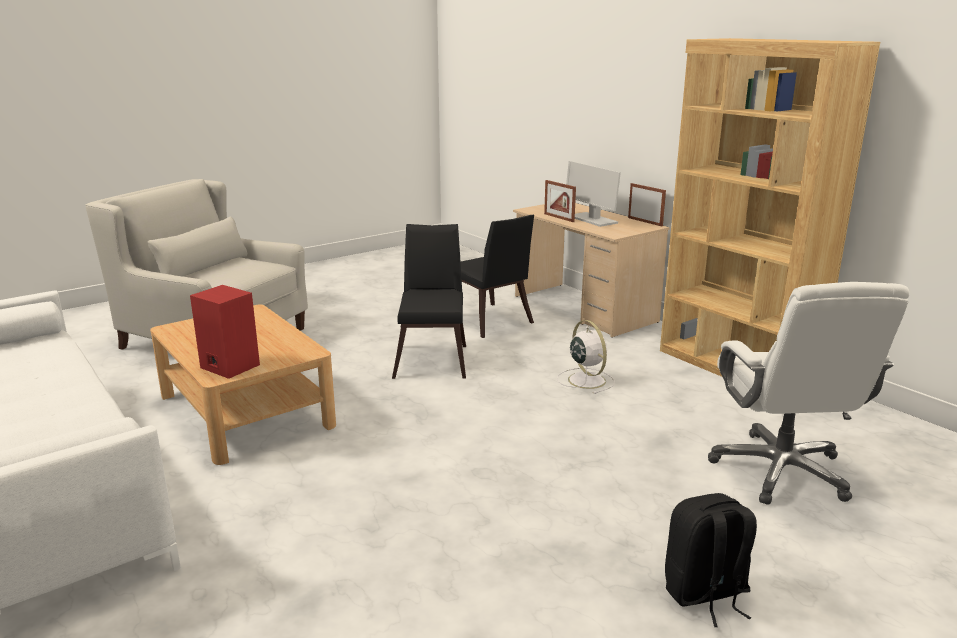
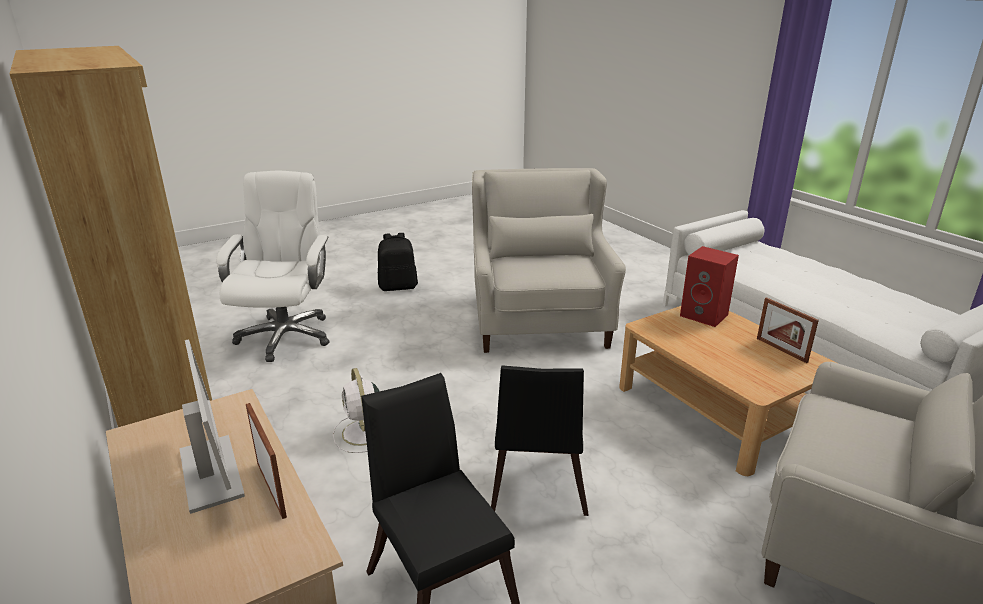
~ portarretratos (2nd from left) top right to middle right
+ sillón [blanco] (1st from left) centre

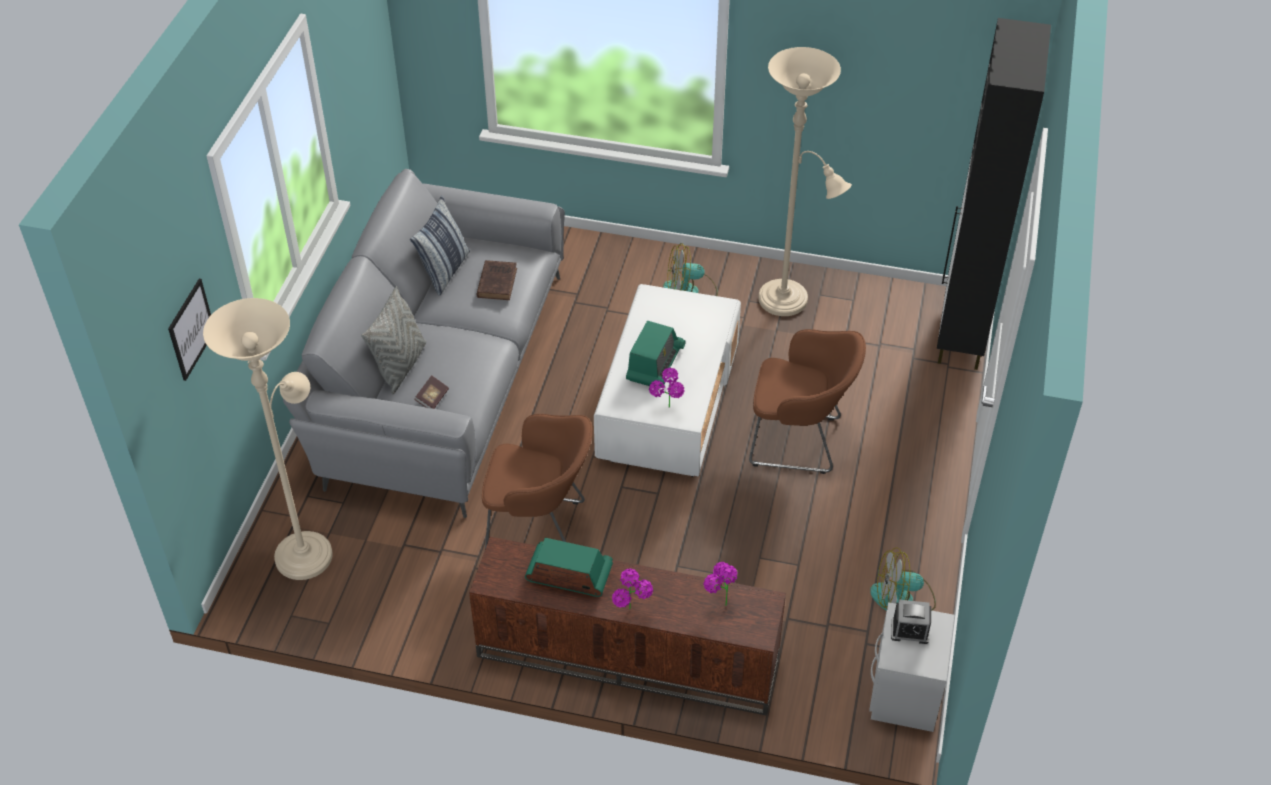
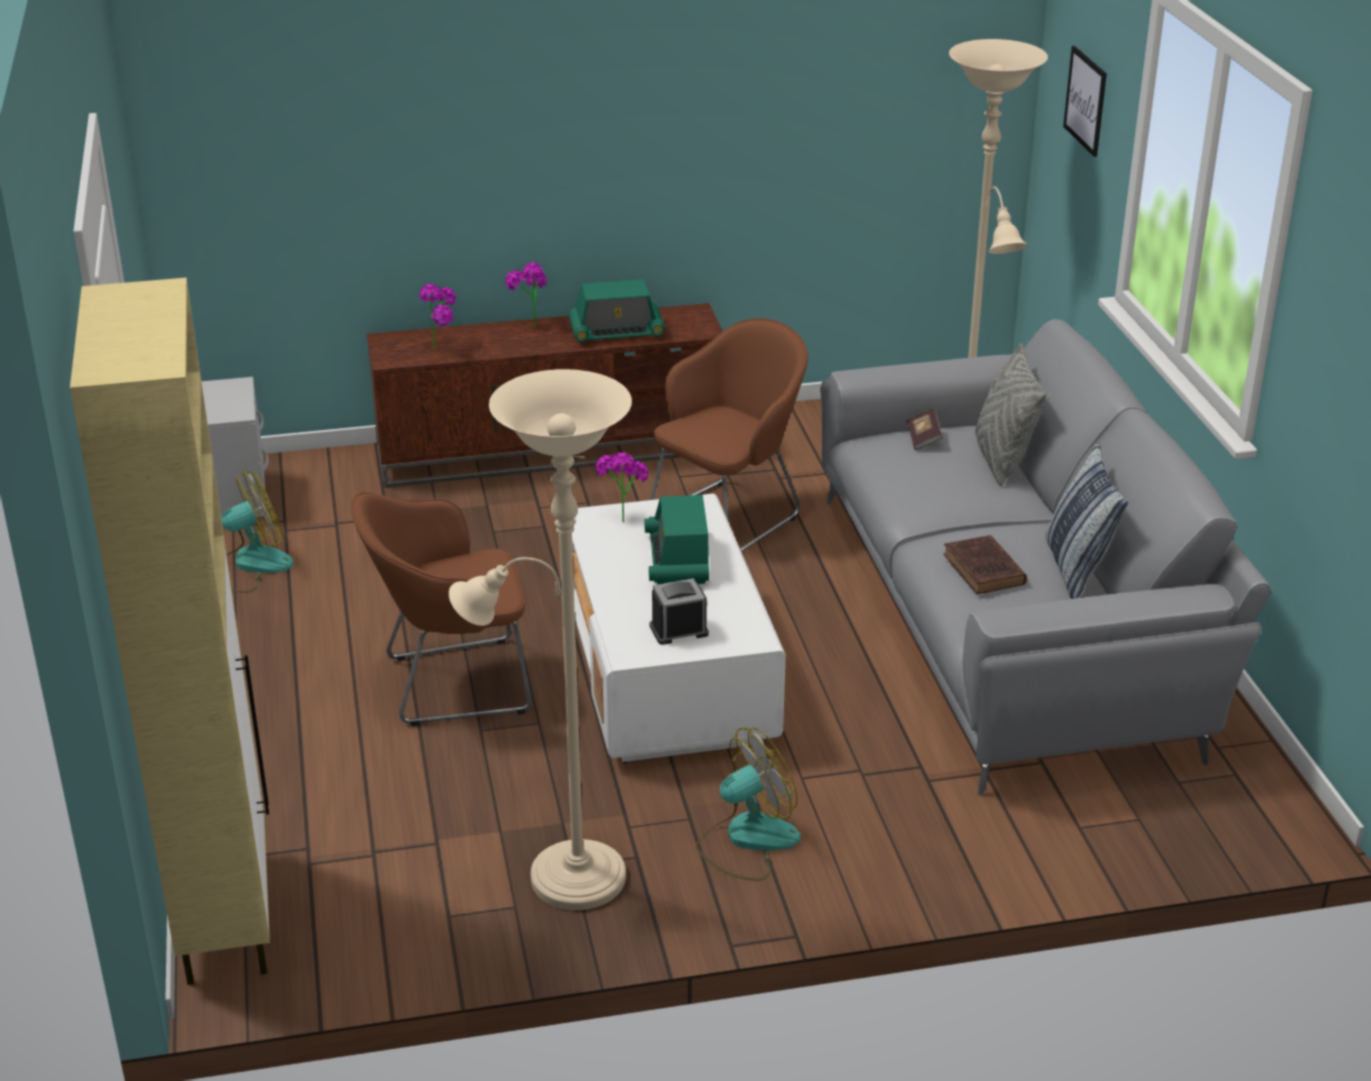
~ sillón [marrón] (1st from left in the first image) centre = centre 150 degrees clockwise
~ despertador bottom right to centre
~ armario [negro] top right to armario [beis] middle left

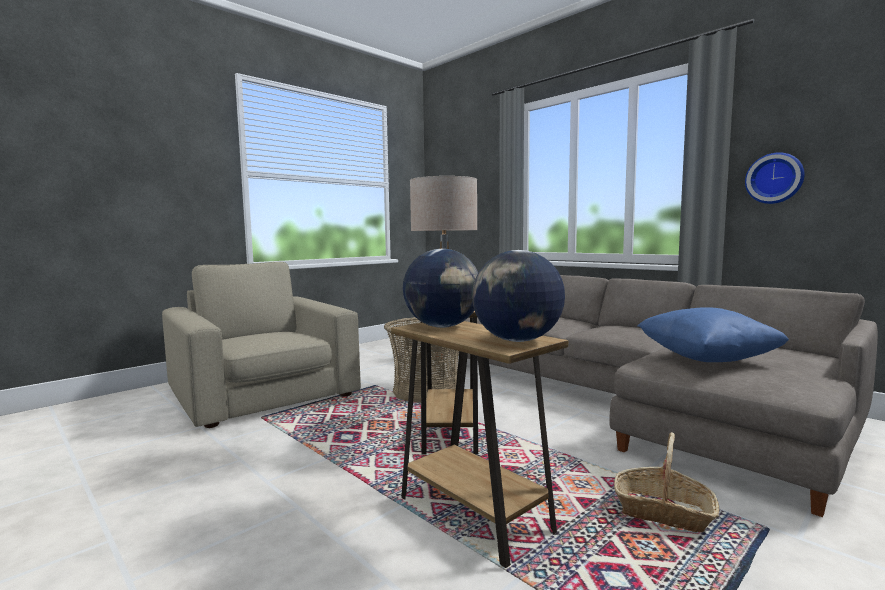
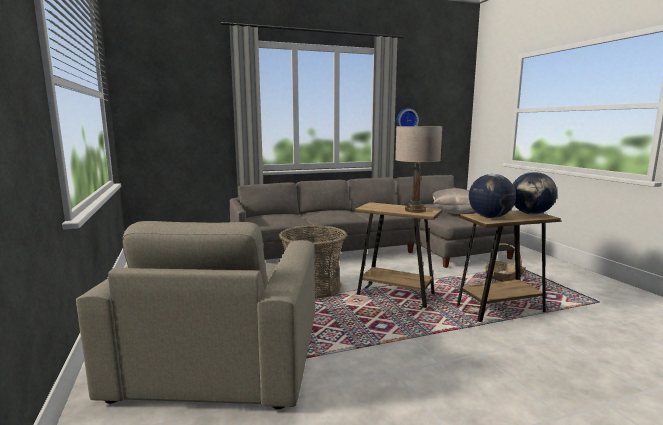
~ sillón [beis] middle left = bottom left 75 degrees counterclockwise
~ cojín [azul] middle right to cojín [beis] middle right

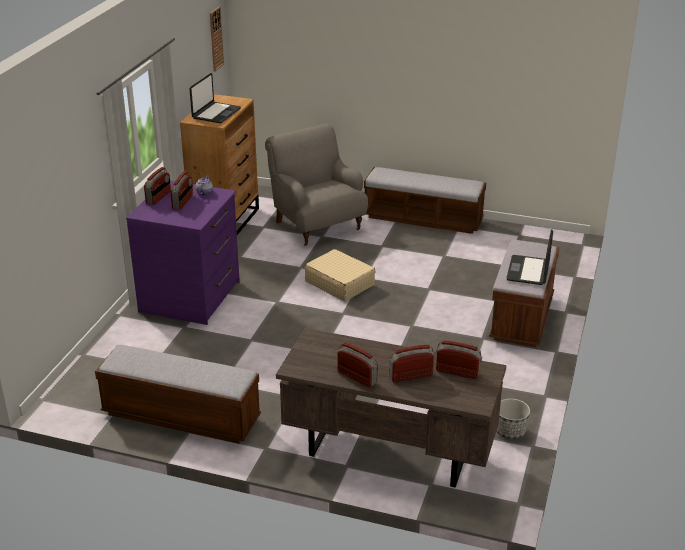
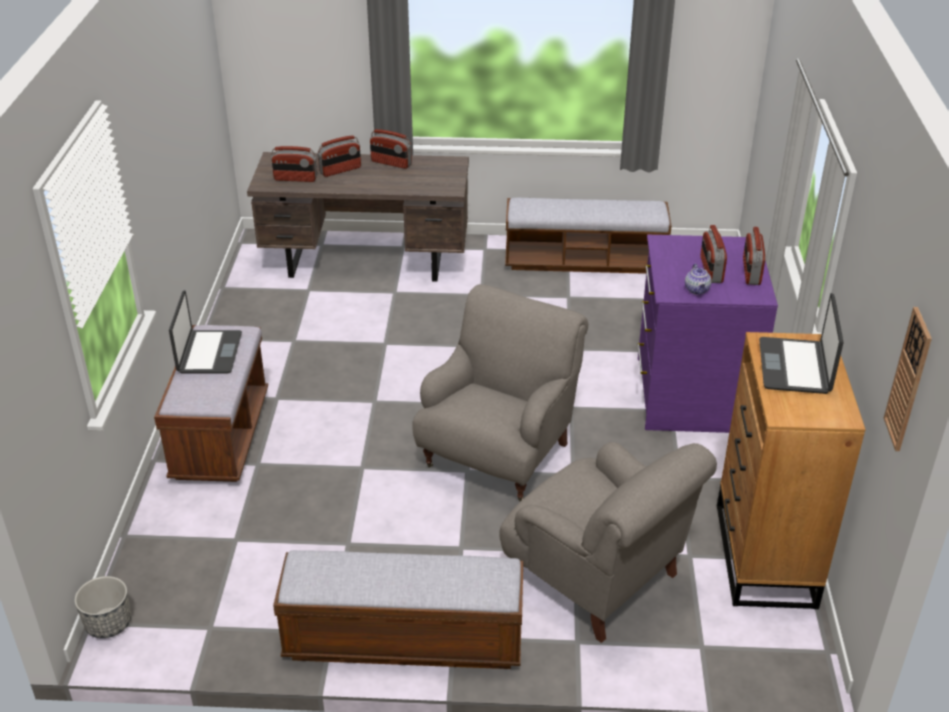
~ maleta [beis] centre to sillón [gris] (1st from left) centre
~ maceta bottom right to bottom left

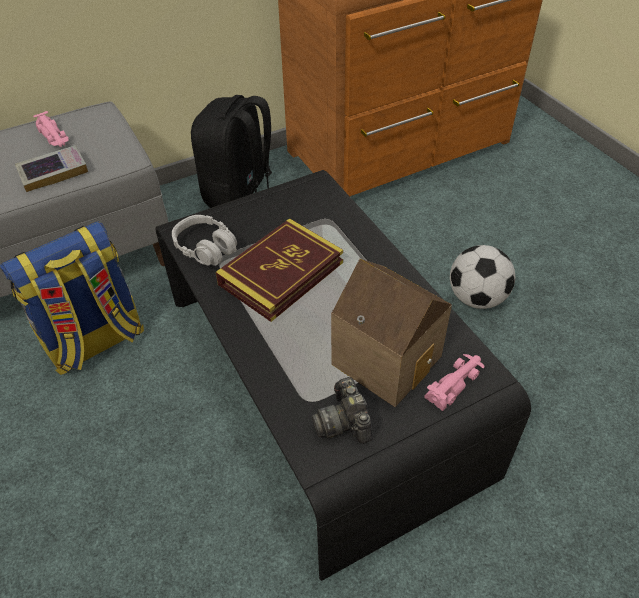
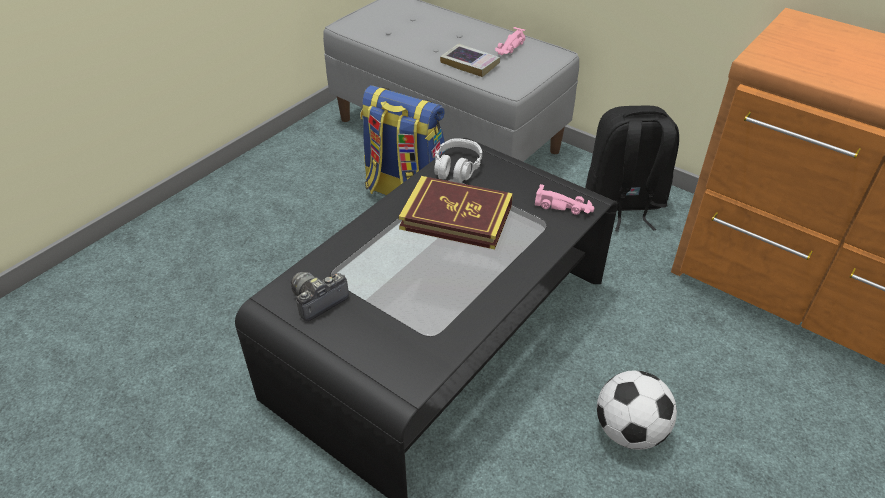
- casita centre
~ coche de juguete [rosa] (2nd from left) middle right to centre

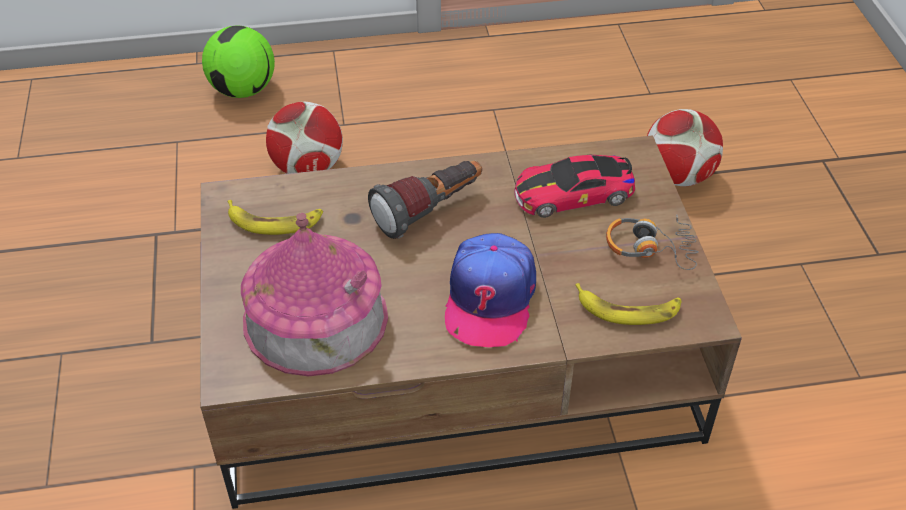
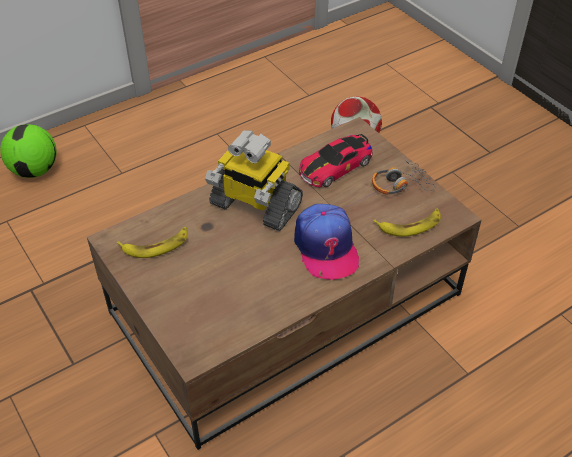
- casita centre
- balón de fútbol (2nd from left) top centre
~ linterna centre to robot de juguete centre

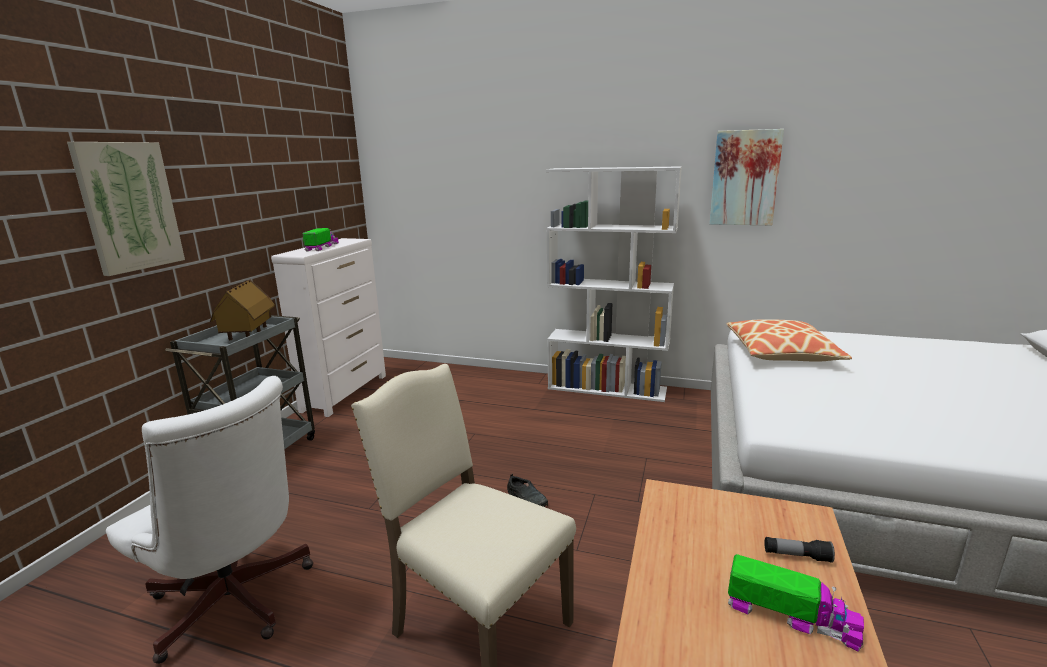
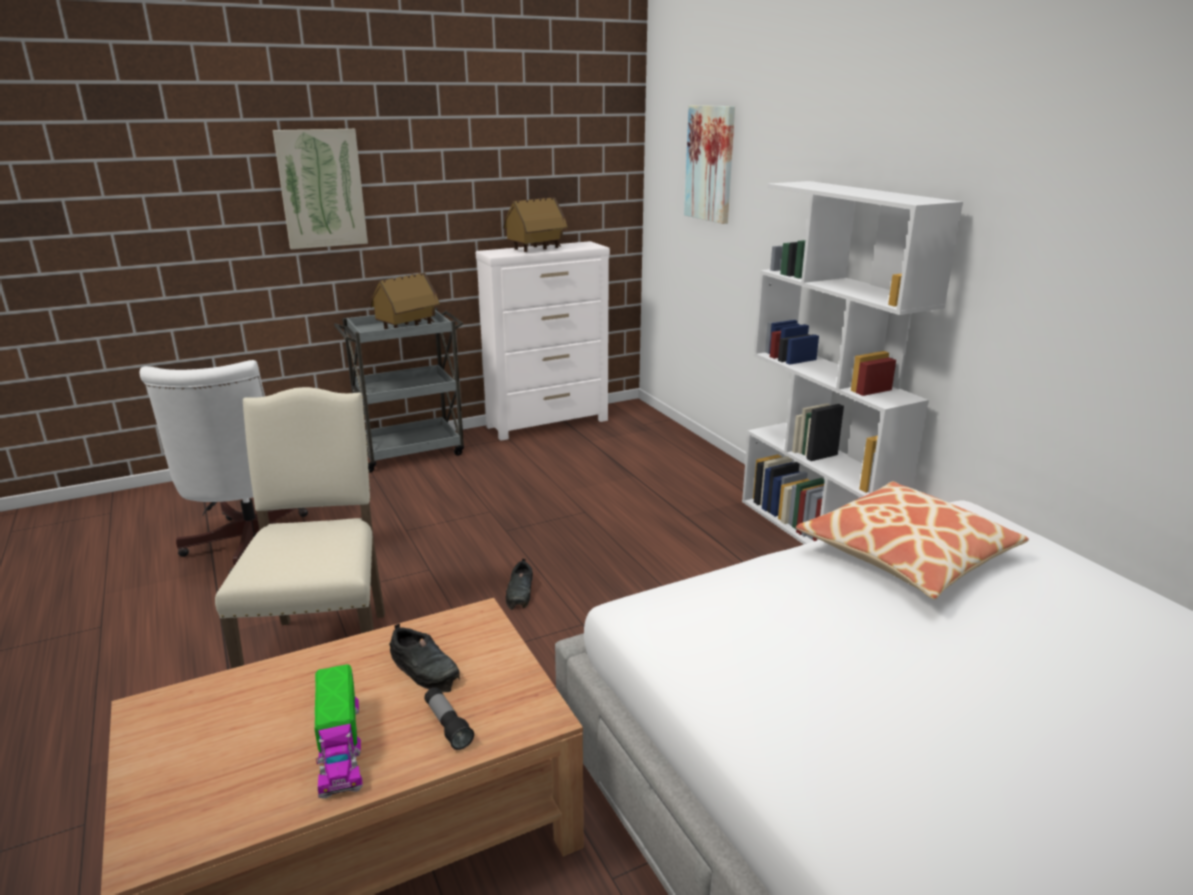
~ camión de juguete (1st from left) middle left to casita (2nd from left) top centre
~ cuadro (2nd from left) top right to top centre
+ zapato [negro] (1st from left) bottom centre

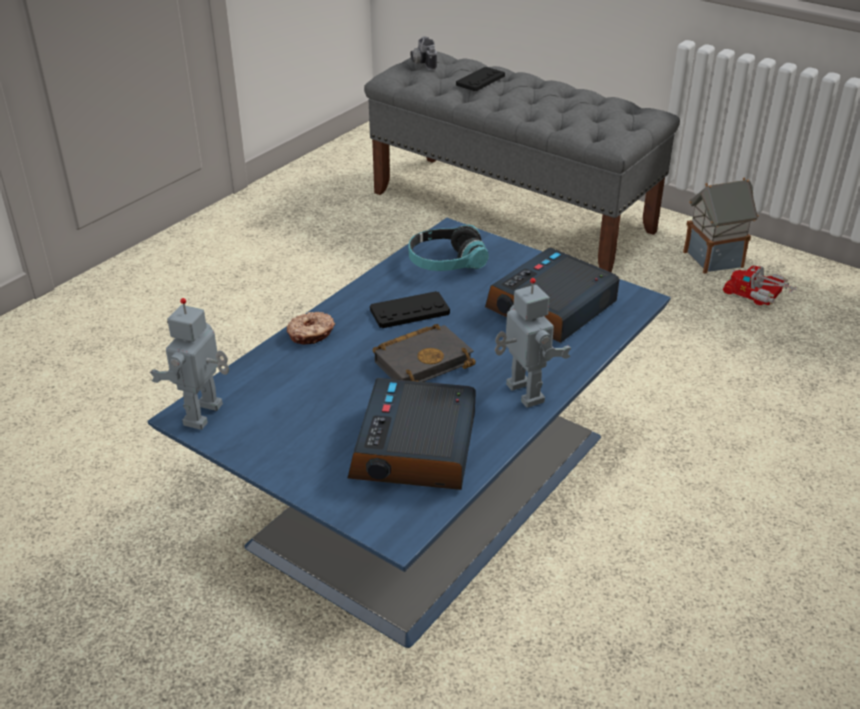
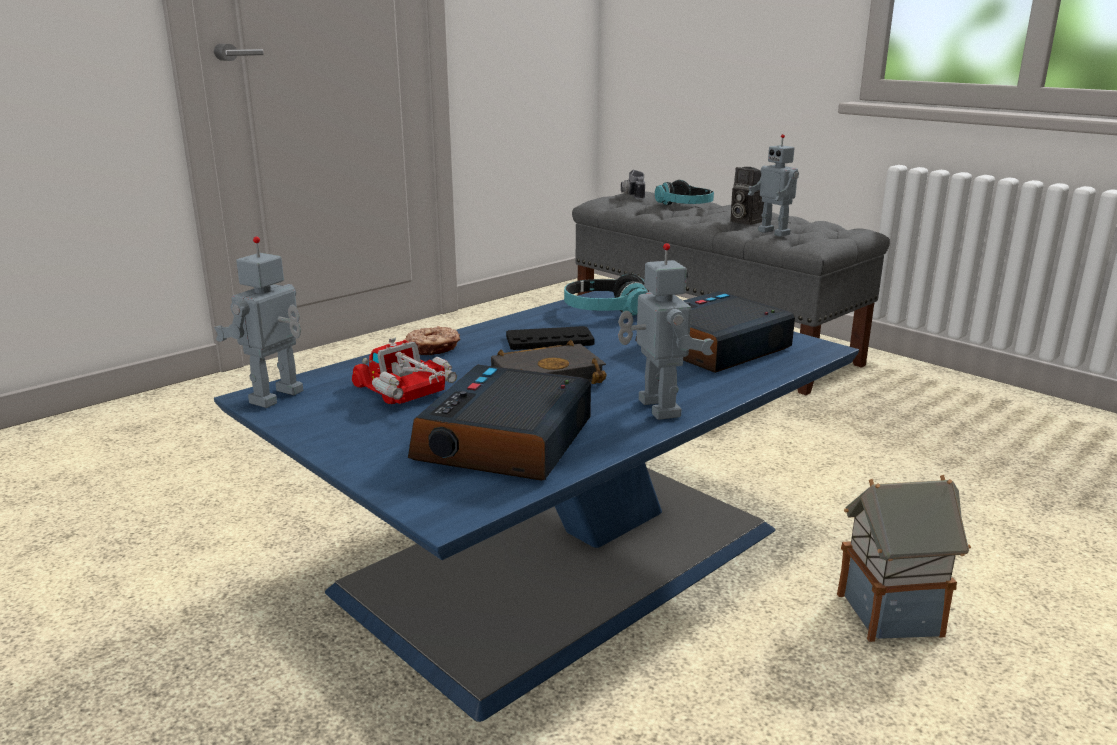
~ mando de consola [negro] (2nd from left) top centre to auriculares (2nd from left) top centre
~ casita top right to bottom right
~ camión de juguete middle right to centre
+ cámara (2nd from left) top right
+ robot de juguete (3rd from left) top right

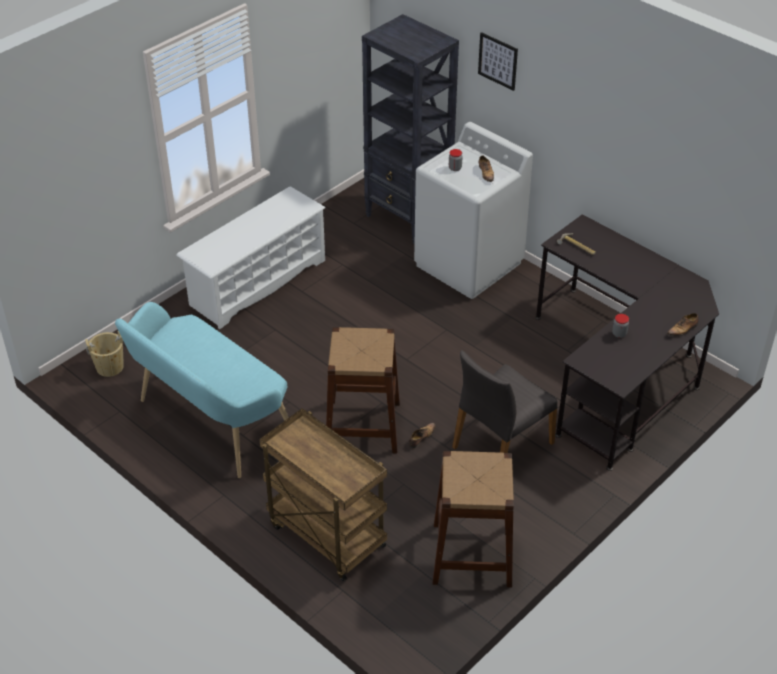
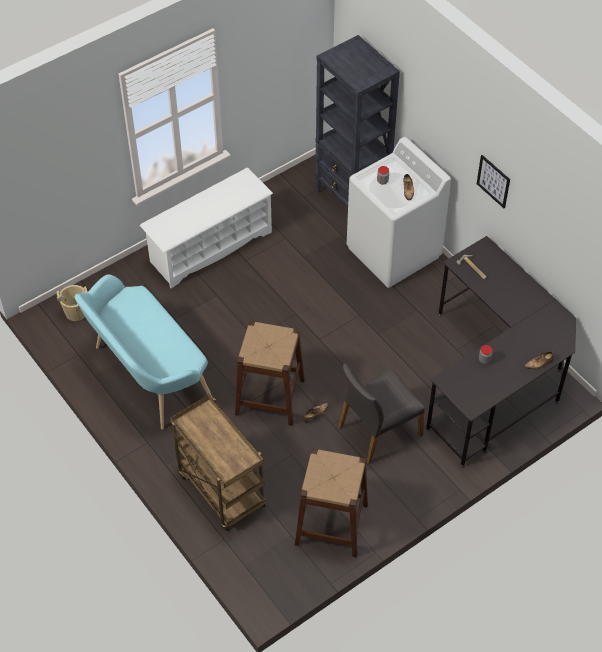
~ cuadro top centre to top right

